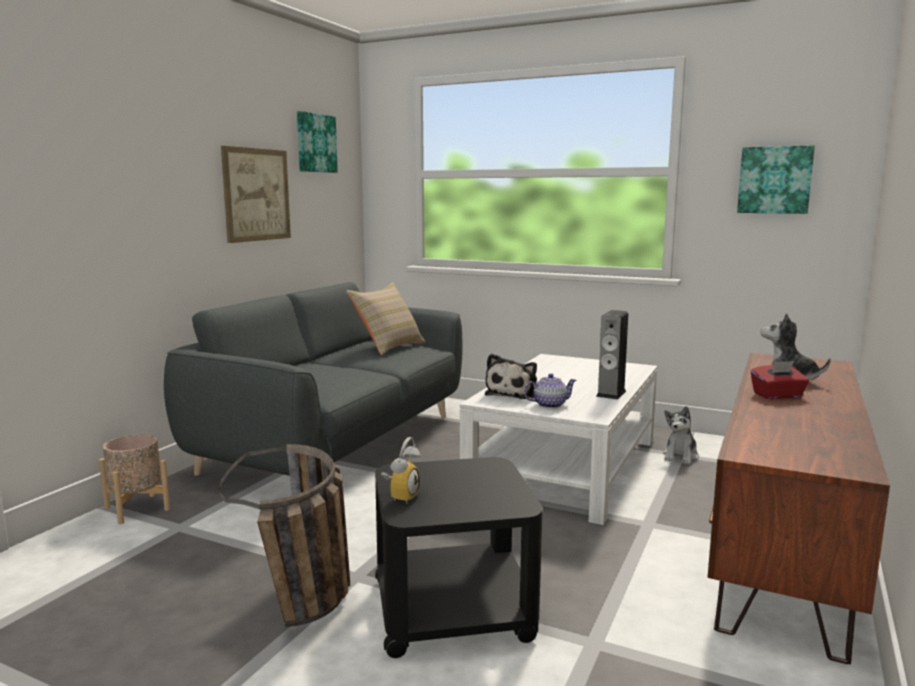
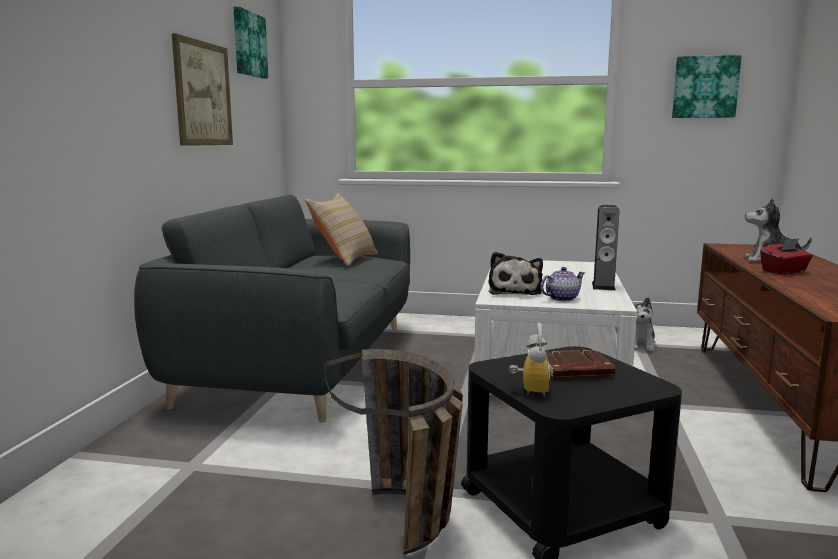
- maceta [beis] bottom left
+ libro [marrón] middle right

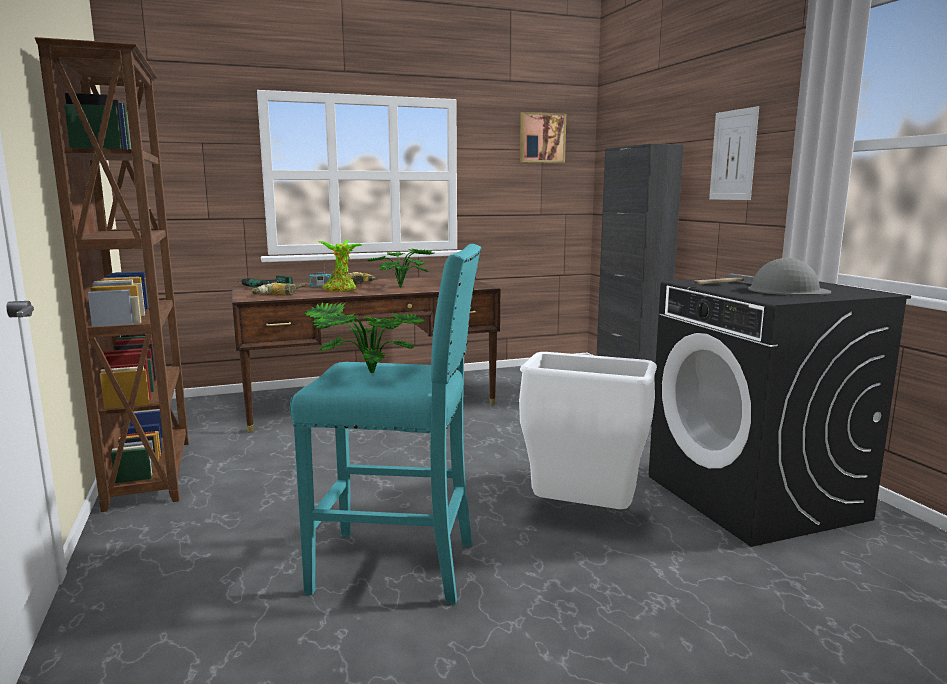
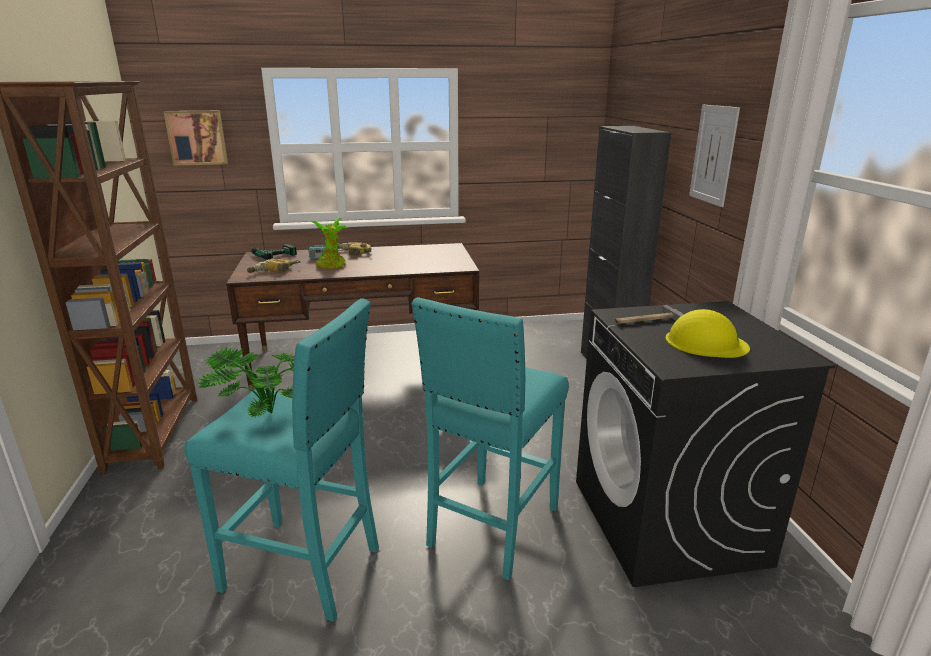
- planta en maceta (3rd from left) centre
~ papelera [blanco] centre to taburete [turquesa] (2nd from left) bottom centre
~ cuadro (1st from left) top centre to top left
~ casco [gris] middle right to casco [amarillo] middle right

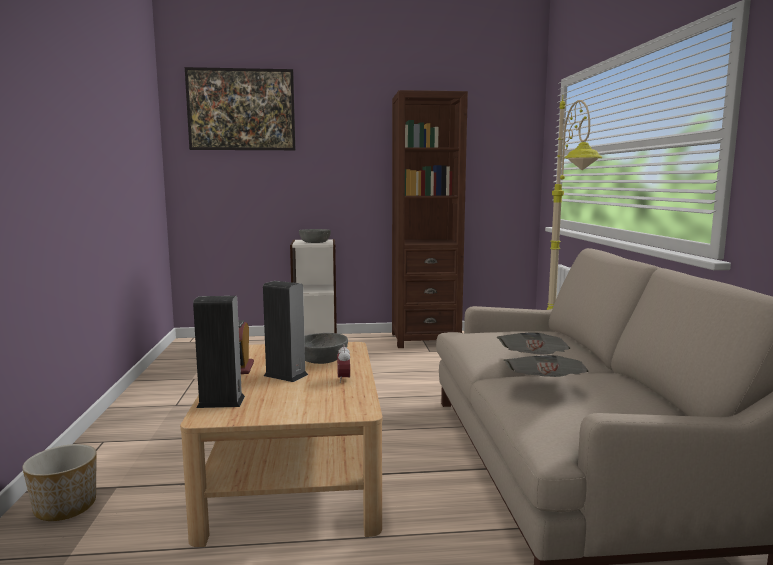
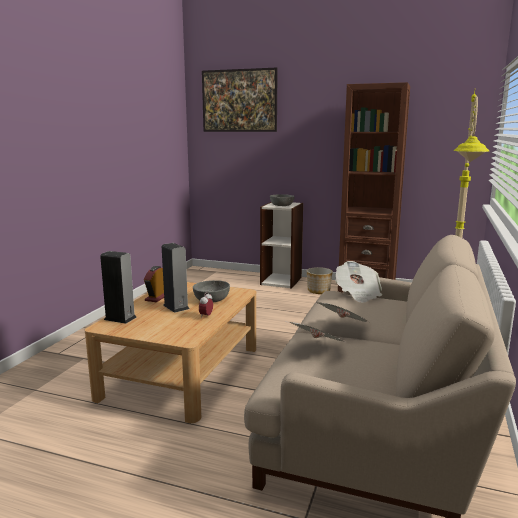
~ maceta bottom left to centre
+ periódico (3rd from left) middle right

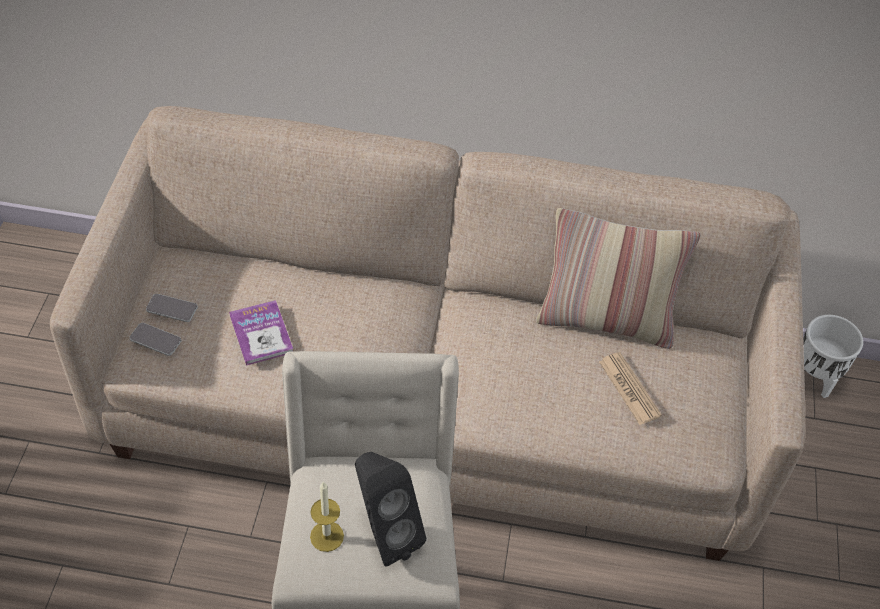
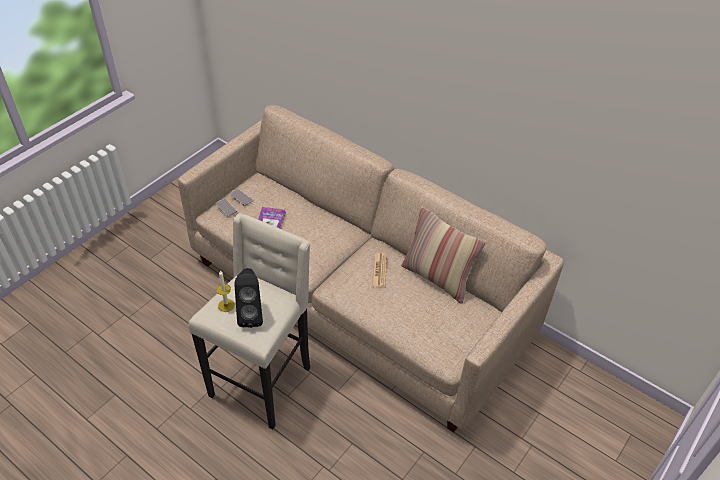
~ periódico middle right to centre
- maceta [blanco] middle right

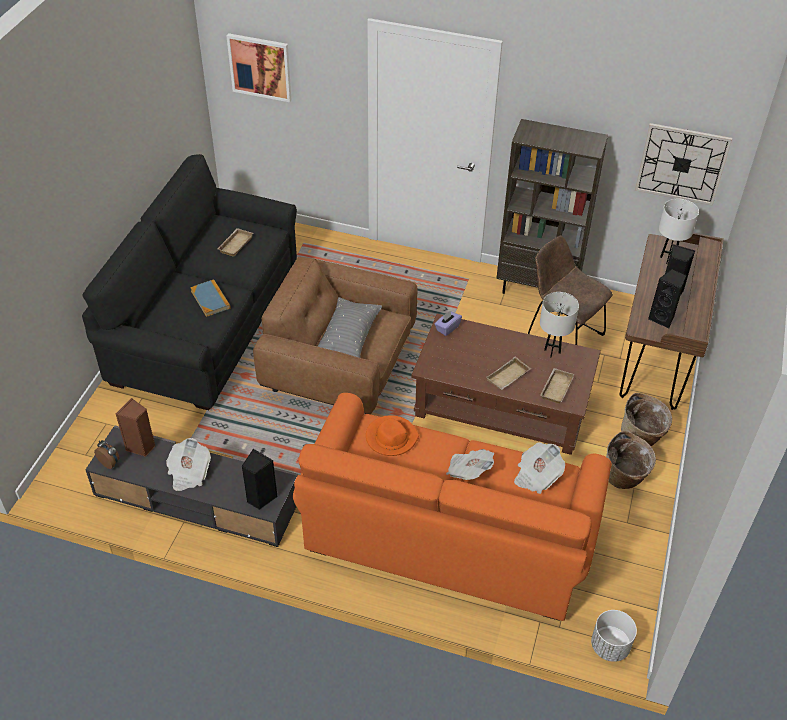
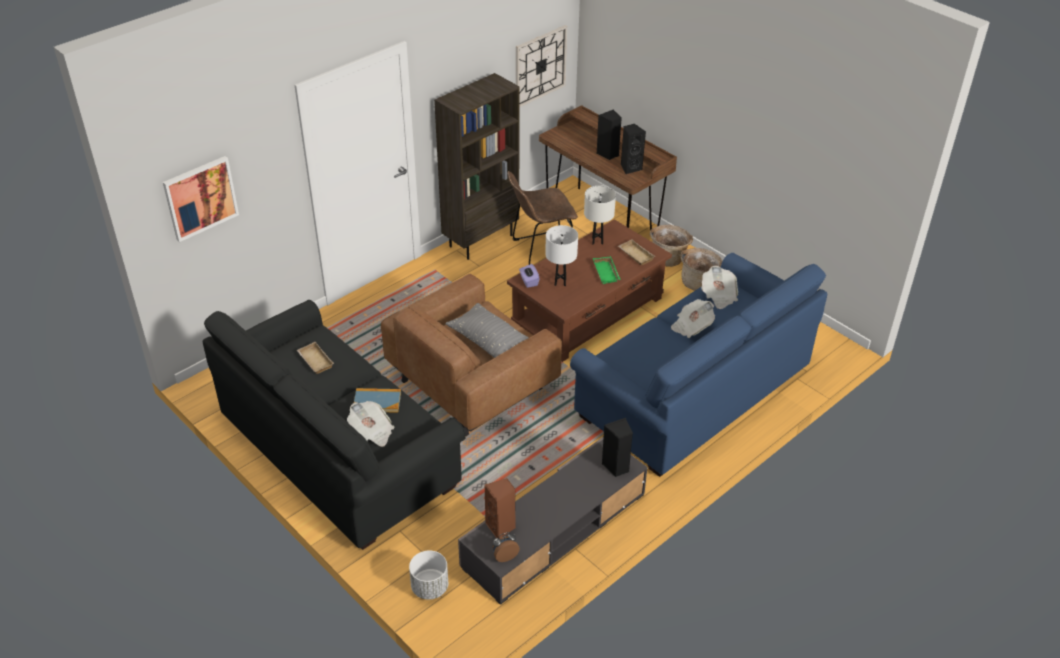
~ periódico (1st from left) middle left to centre
~ sofá [naranja] bottom centre to sofá [azul] centre
- sombrero [naranja] centre
~ bandeja [beis] (2nd from left) centre to bandeja [verde] centre
~ maceta [blanco] bottom right to bottom centre
~ lámpara de mesa [blanco] (2nd from left in the first image) top right to lámpara de mesa [blanco] (1st from left) centre

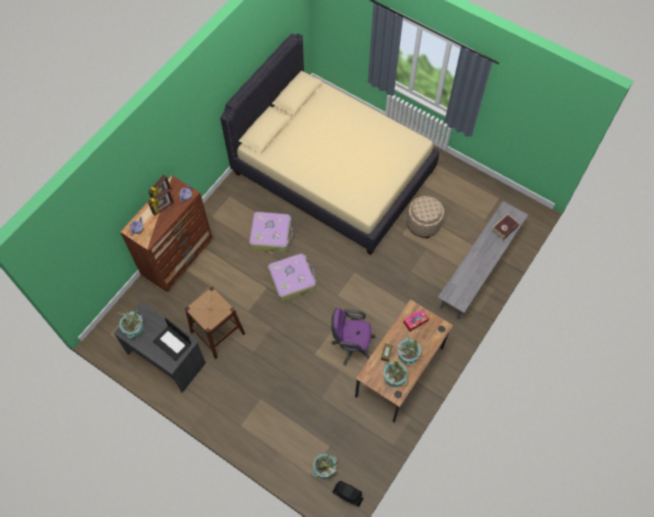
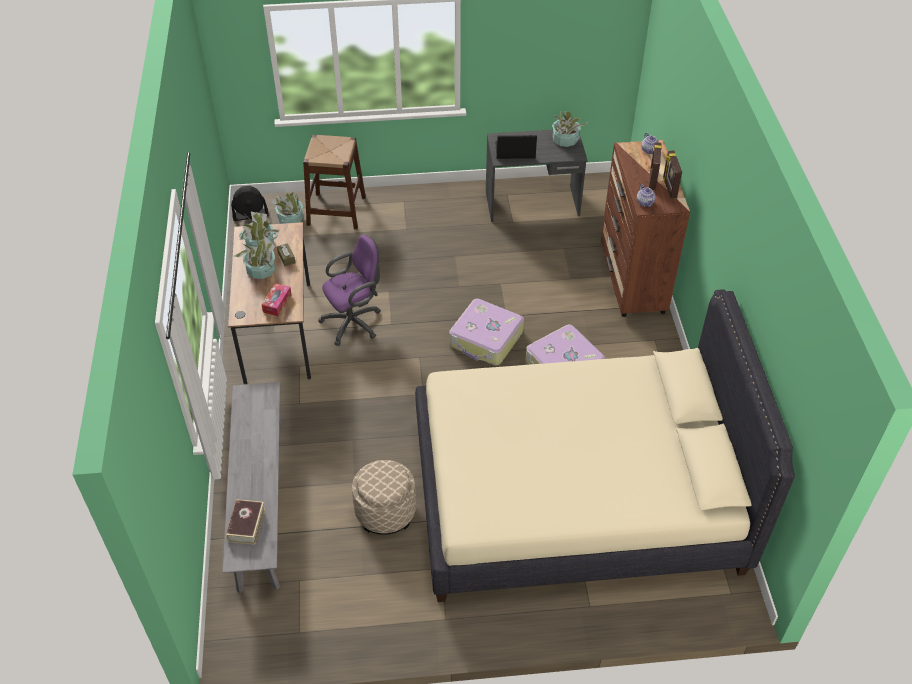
~ taburete [marrón] middle left to top centre

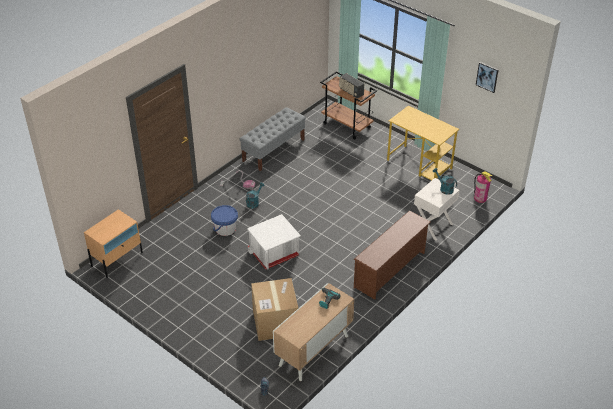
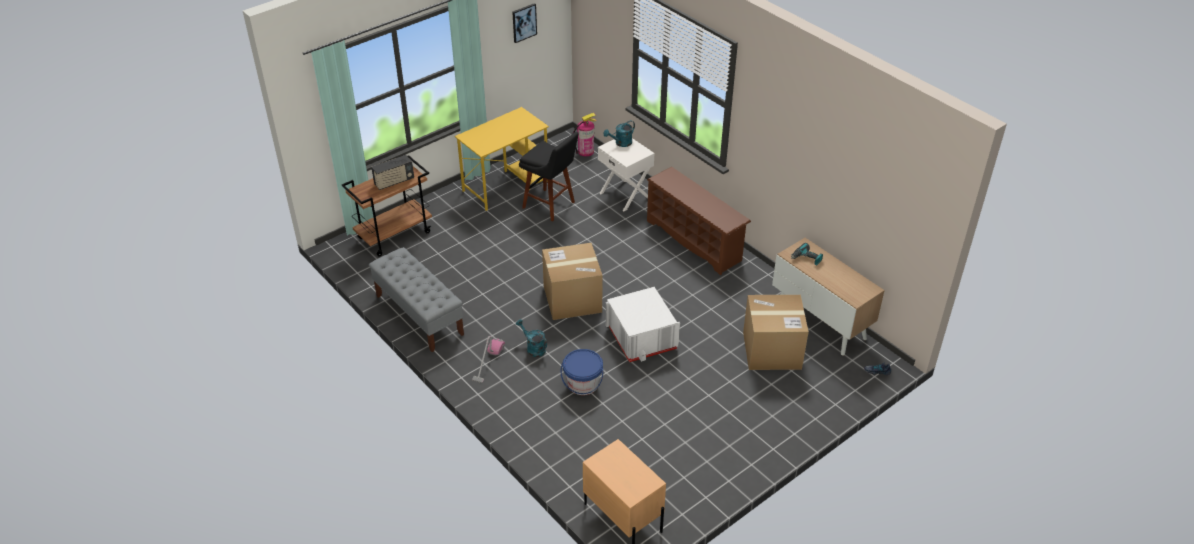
+ taburete [negro] top centre
+ caja de cartón (1st from left) centre

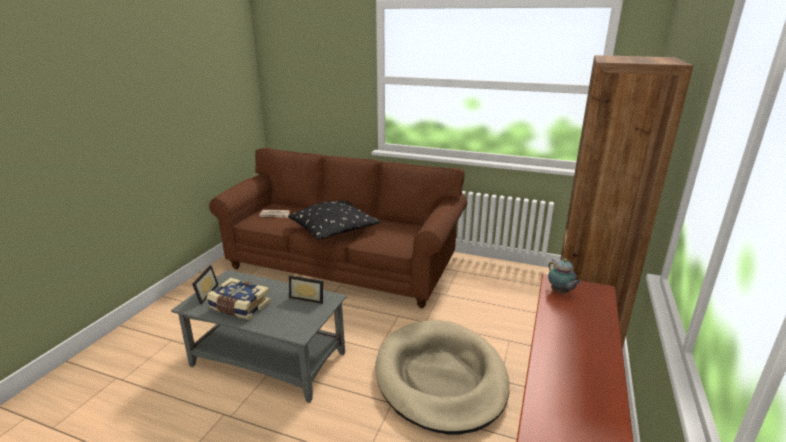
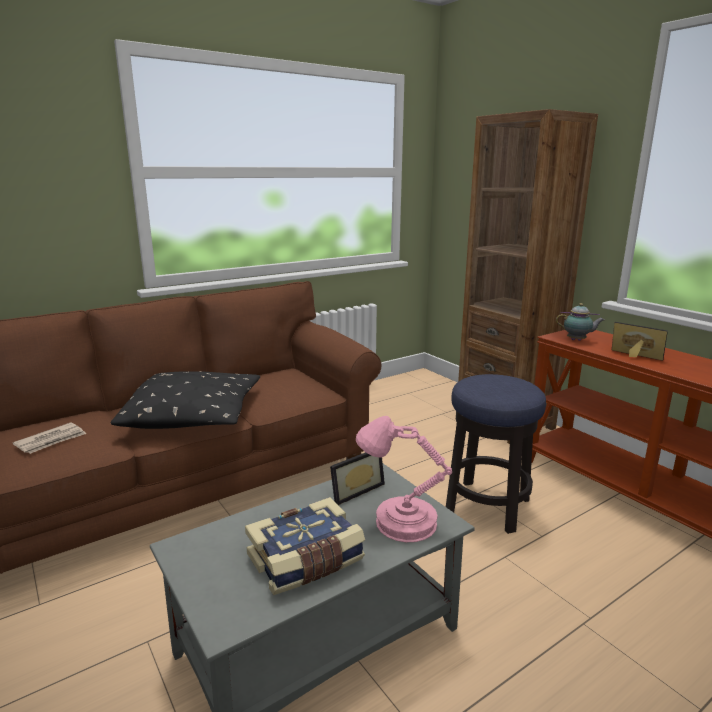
~ portarretratos (1st from left in the first image) middle left to portarretratos (2nd from left) middle right
~ cama para perro [beis] bottom centre to taburete middle right
+ lámpara de mesa [rosa] bottom centre

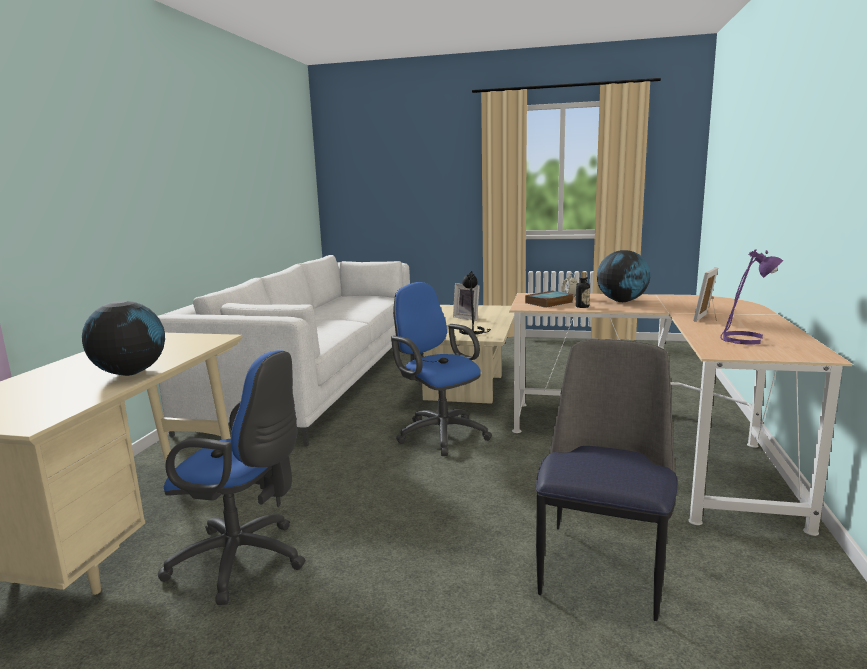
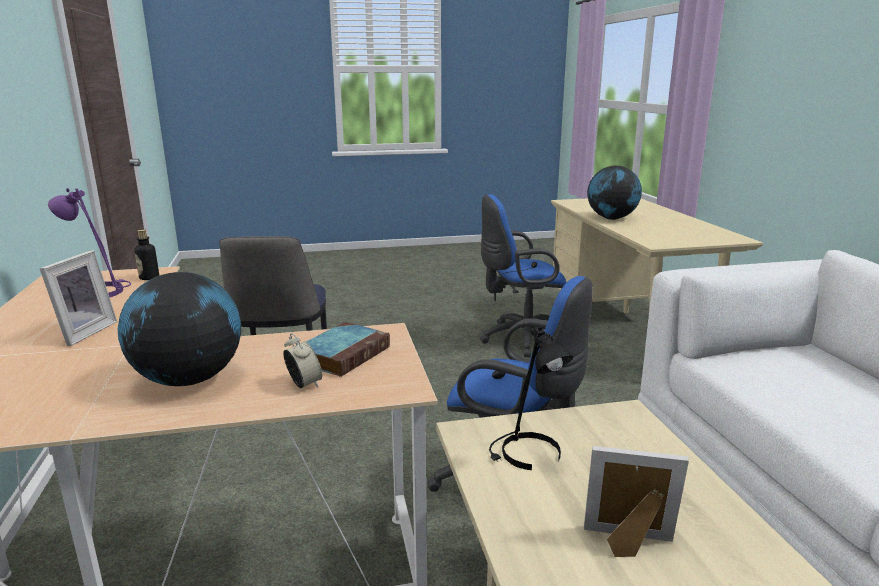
~ botella middle right to middle left

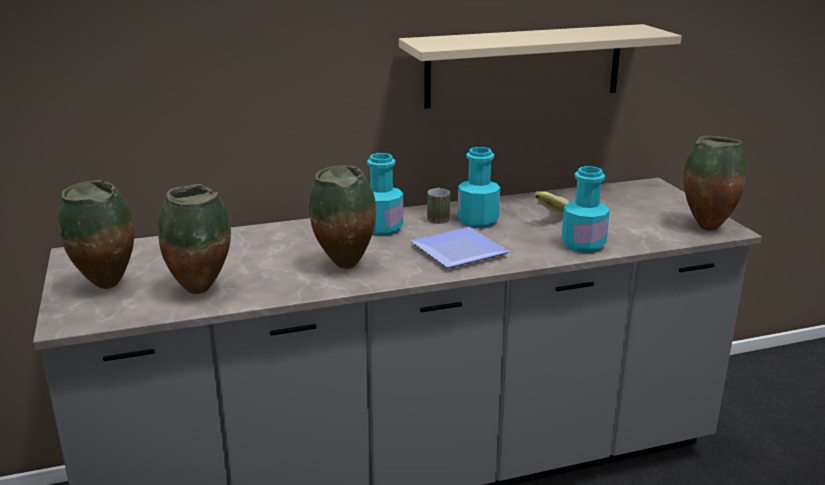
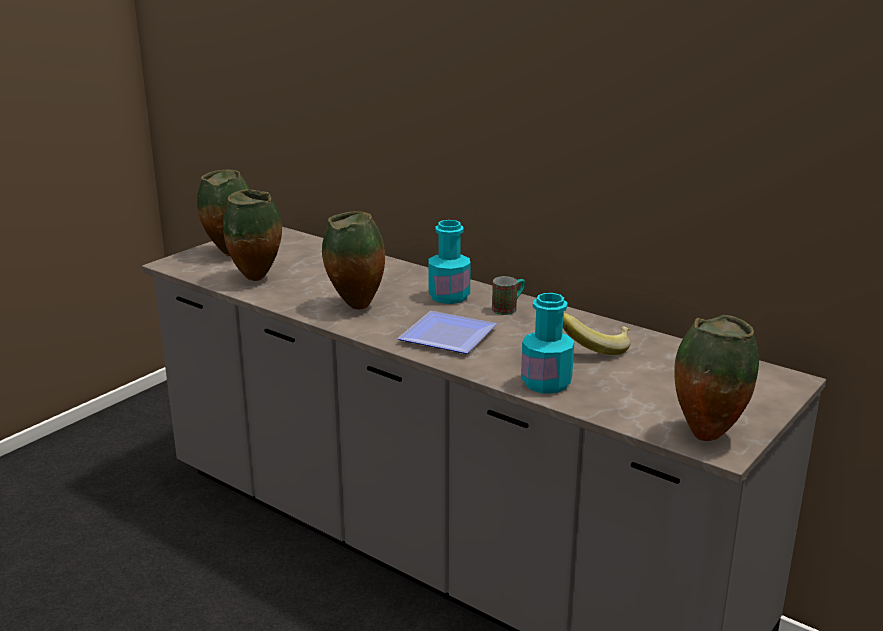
- estante [beis] top centre
- botella [turquesa] (2nd from left) centre

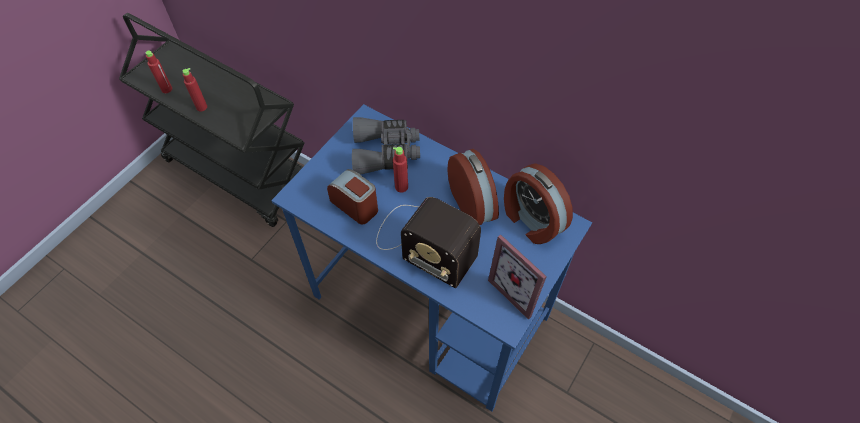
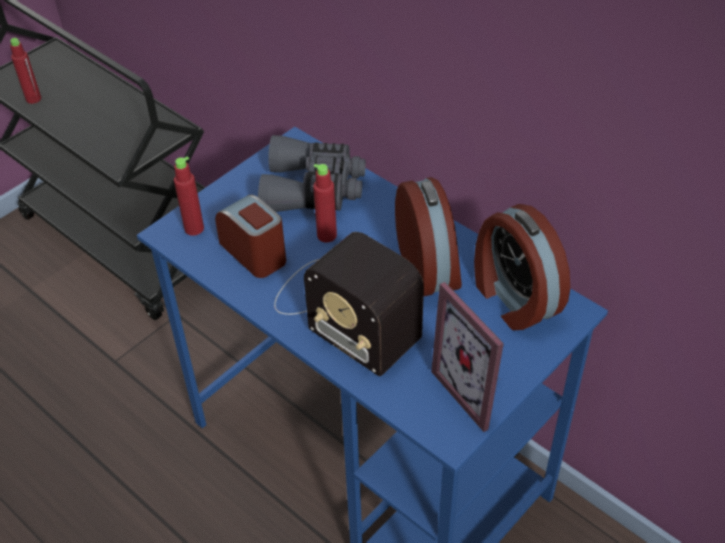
~ botella [rojo] (2nd from left) top left to middle left

